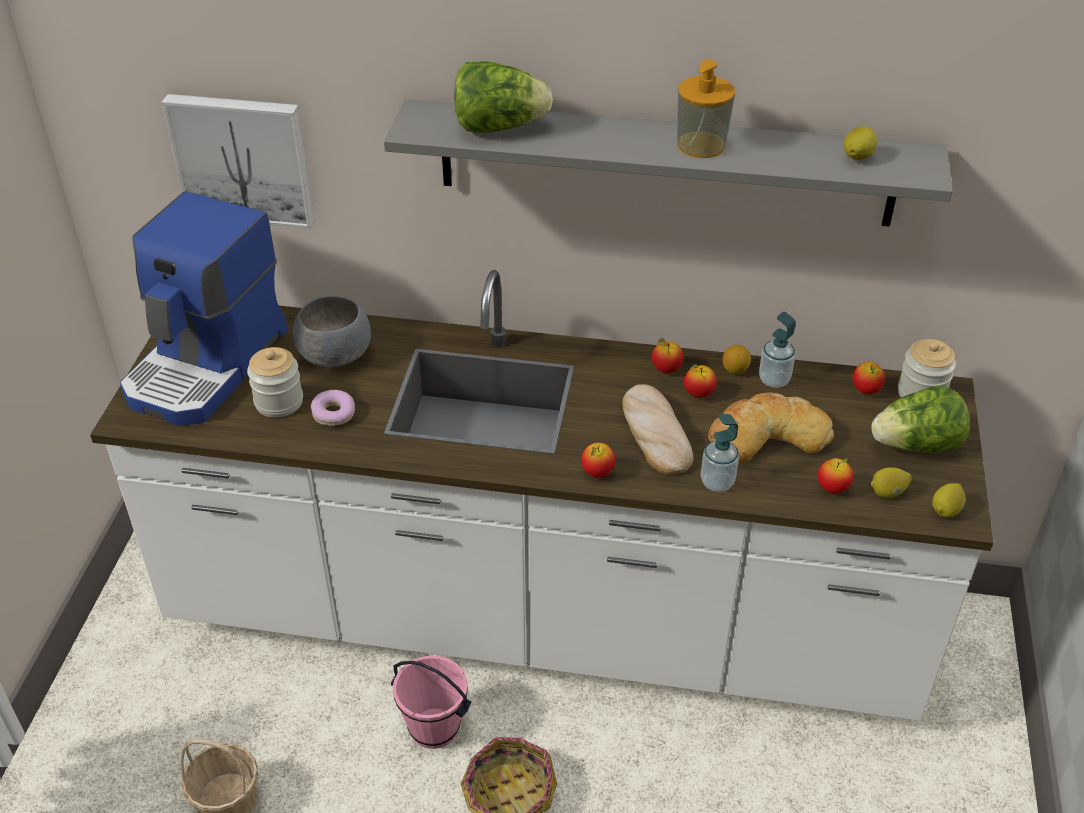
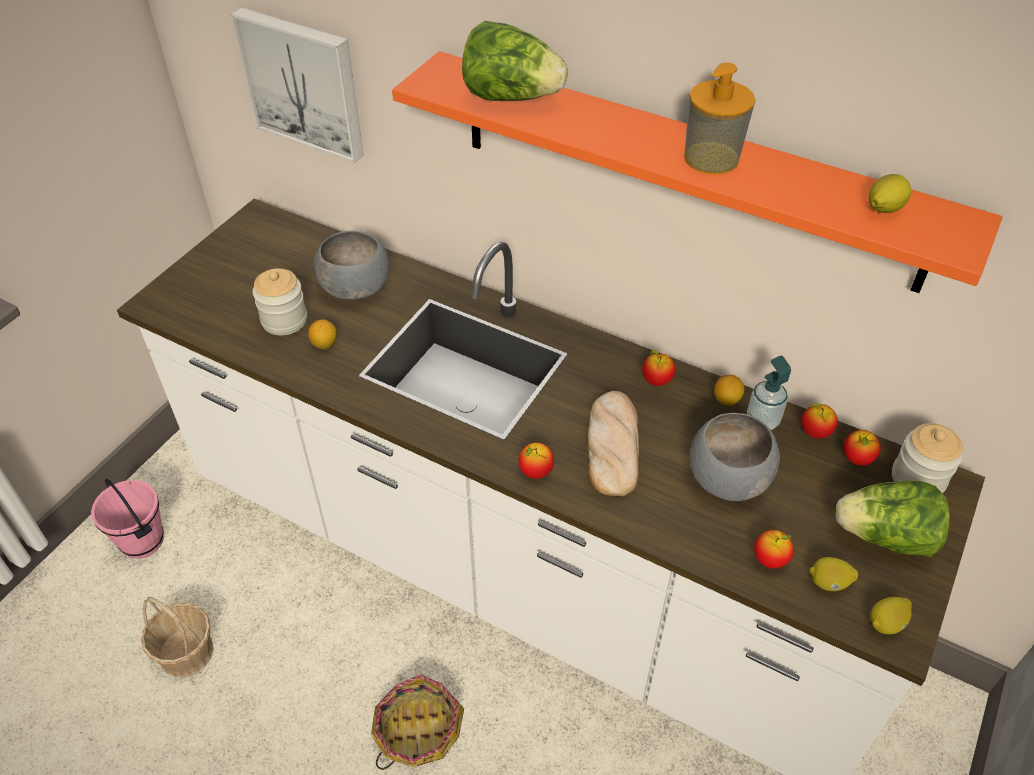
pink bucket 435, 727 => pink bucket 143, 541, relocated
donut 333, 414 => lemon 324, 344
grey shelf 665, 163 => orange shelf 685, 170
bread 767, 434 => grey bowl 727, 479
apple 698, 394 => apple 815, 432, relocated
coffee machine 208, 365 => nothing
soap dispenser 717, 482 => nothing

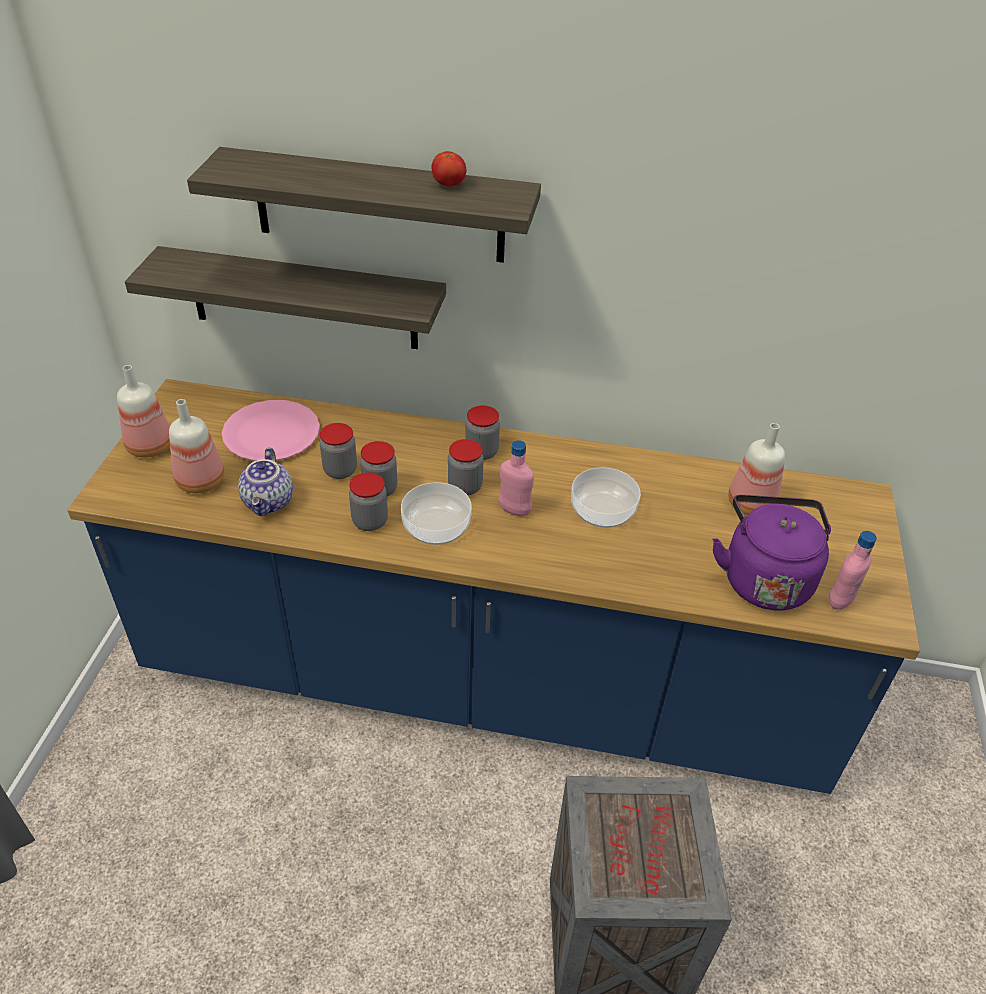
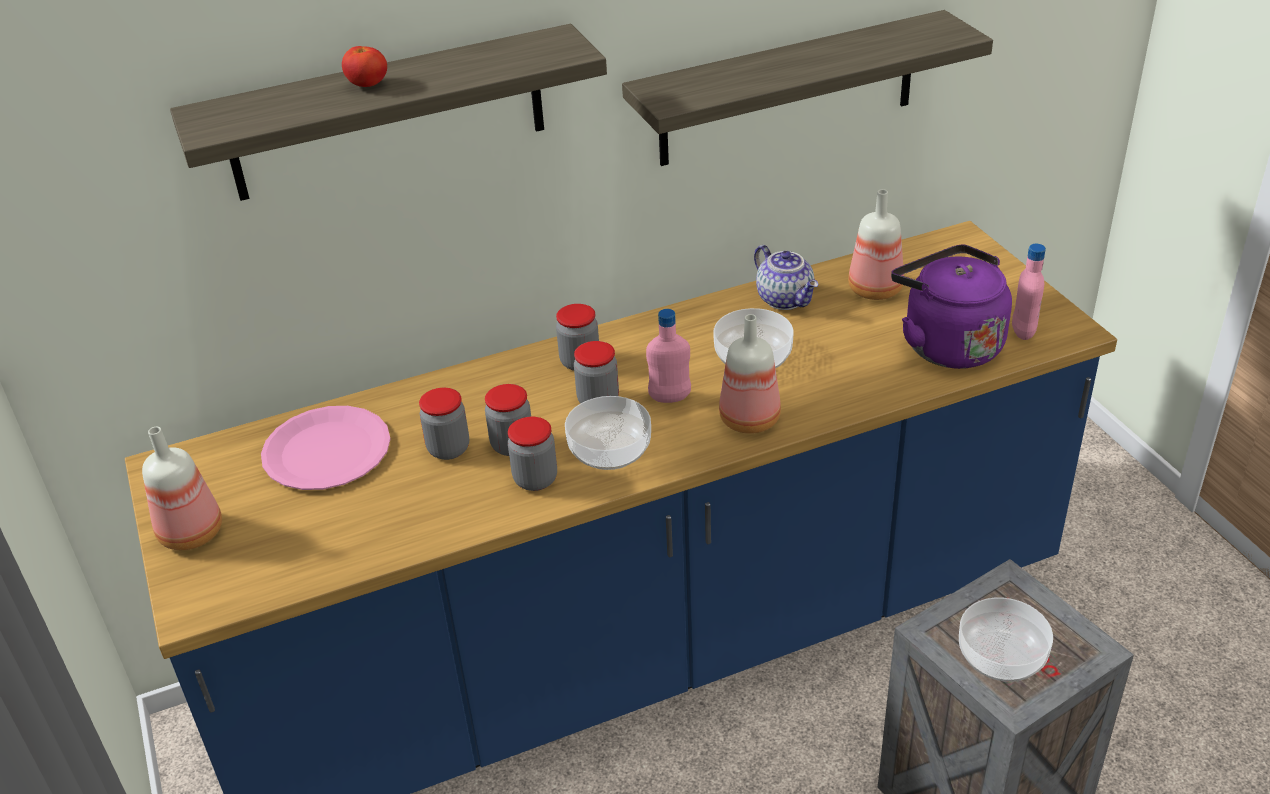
tomato 448, 185 => tomato 368, 85, relocated
shelf 303, 299 => shelf 788, 89, relocated
bottle 201, 480 => bottle 748, 419, relocated
teapot 269, 502 => teapot 786, 299, relocated
nothing => bowl 1001, 655

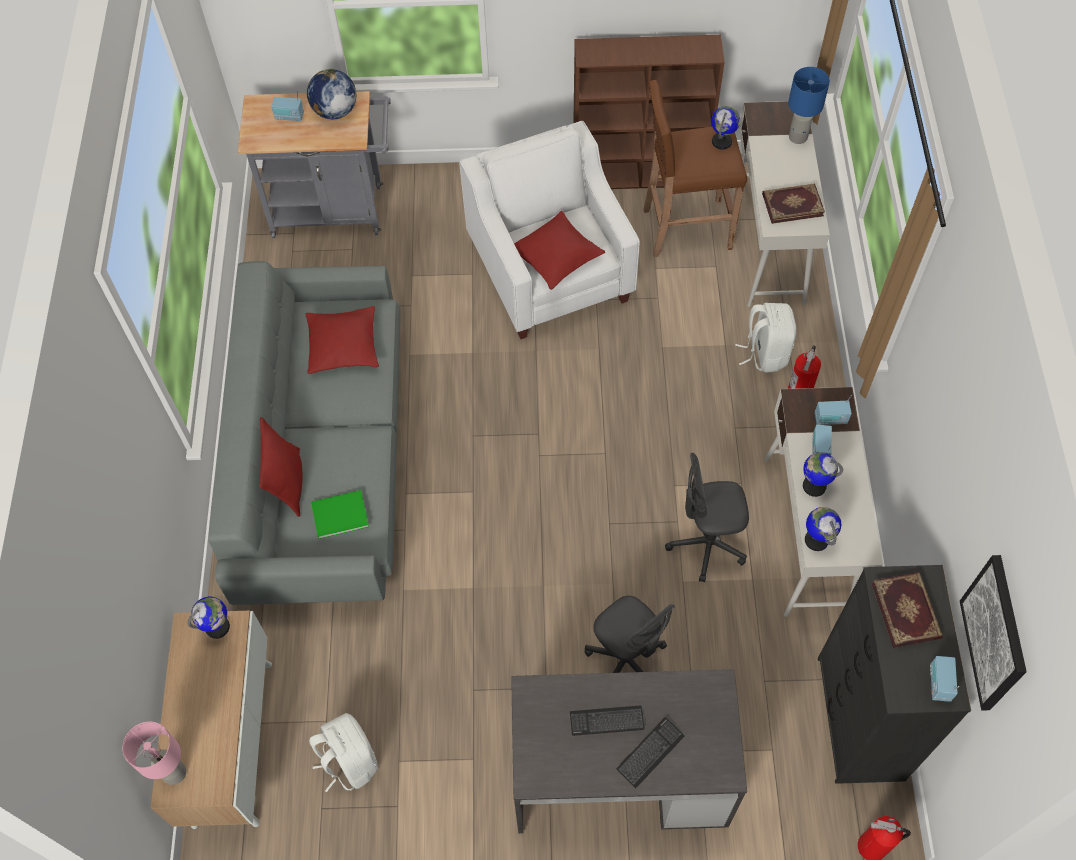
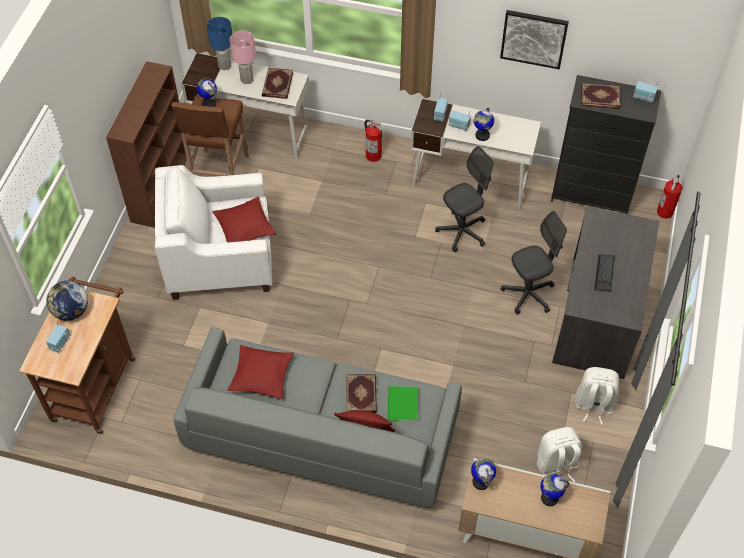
grey cart 335, 210 => brown cart 95, 384
pink table lamp 174, 773 => pink table lamp 247, 79, relocated
nothing => book 361, 394
grey office chair 706, 545 => grey office chair 462, 232, 135 degrees counterclockwise
picture 995, 634 => picture 534, 38, relocated
globe 816, 539 => globe 549, 498, relocated
white backpack 765, 353 => white backpack 593, 404, relocated
keyboard 650, 753 => nothing

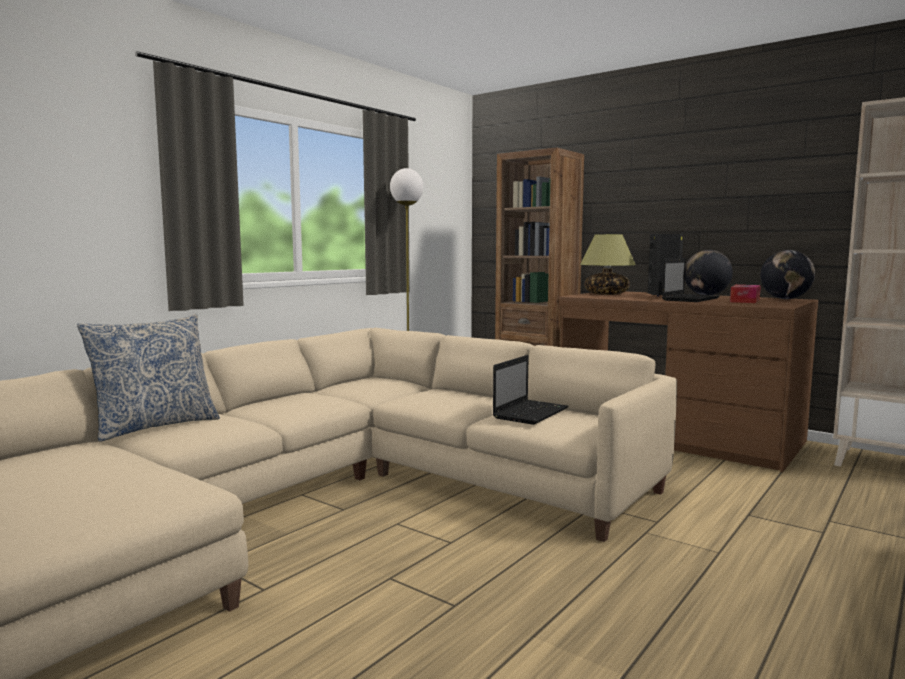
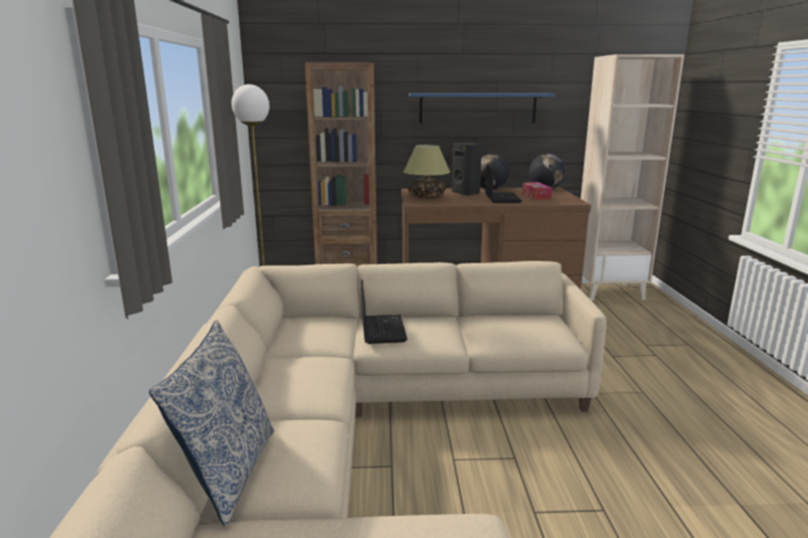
laptop 531, 413 => laptop 382, 329, relocated
nothing => blue shelf 477, 108

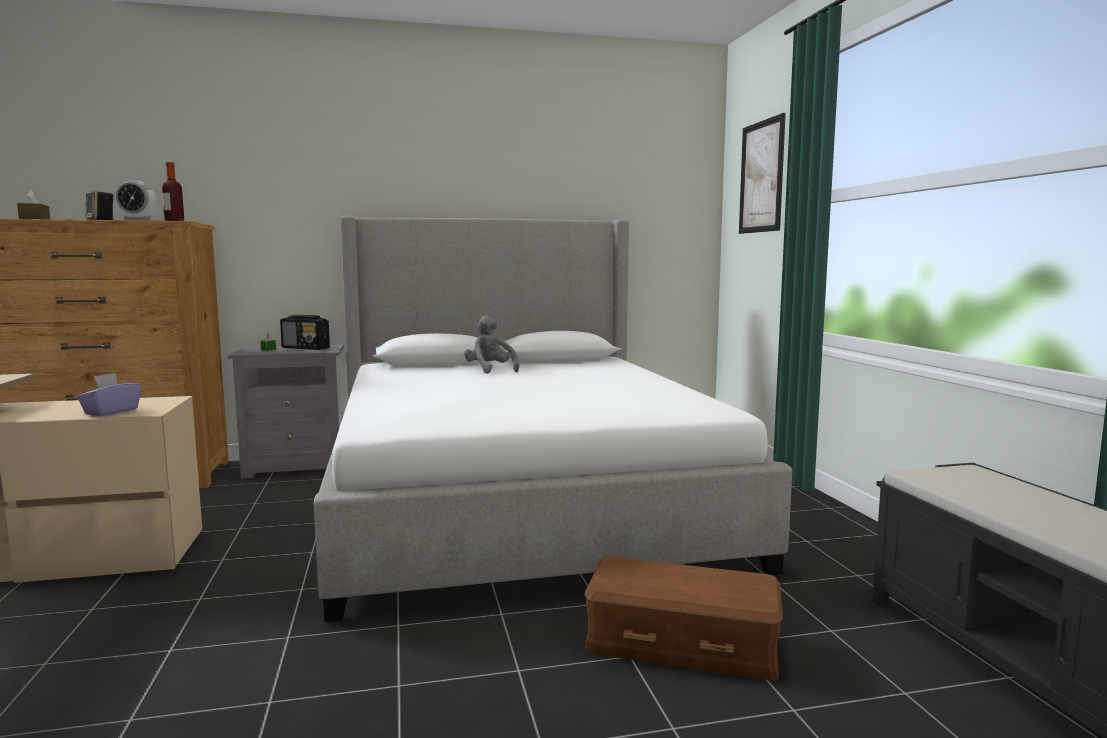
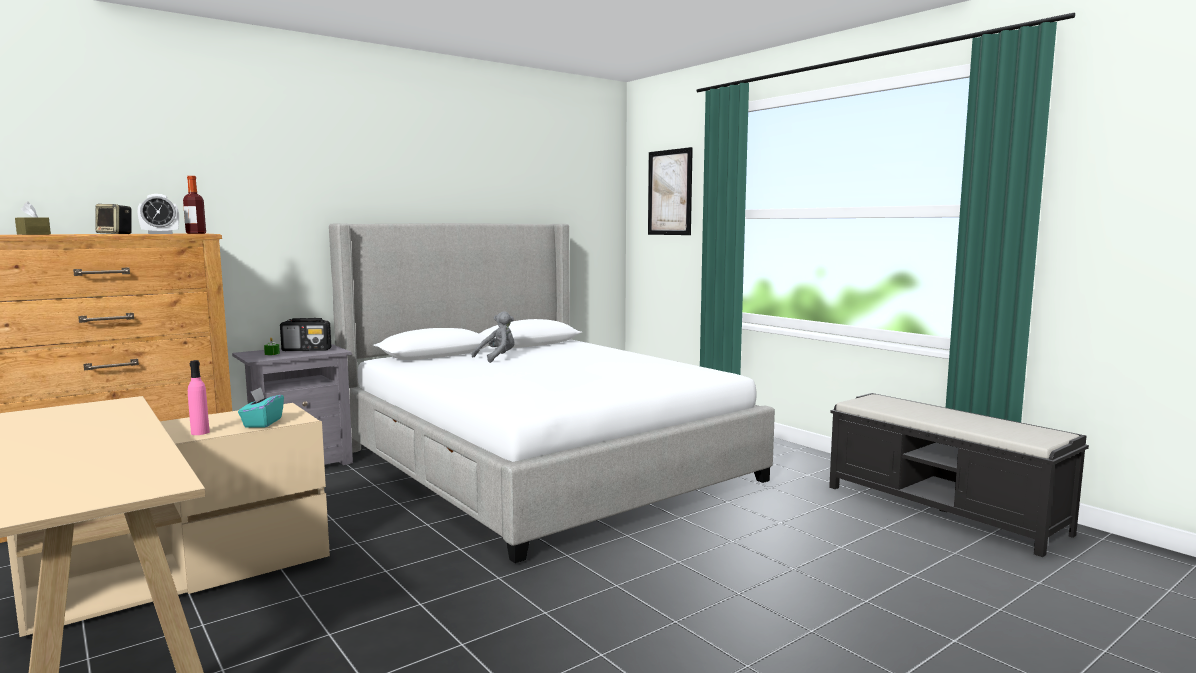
nothing => pink bottle 200, 432
purple tissue box 111, 412 => turquoise tissue box 262, 423
grey plush toy 490, 370 => grey plush toy 497, 358, 105 degrees clockwise
brown storage box 681, 643 => nothing

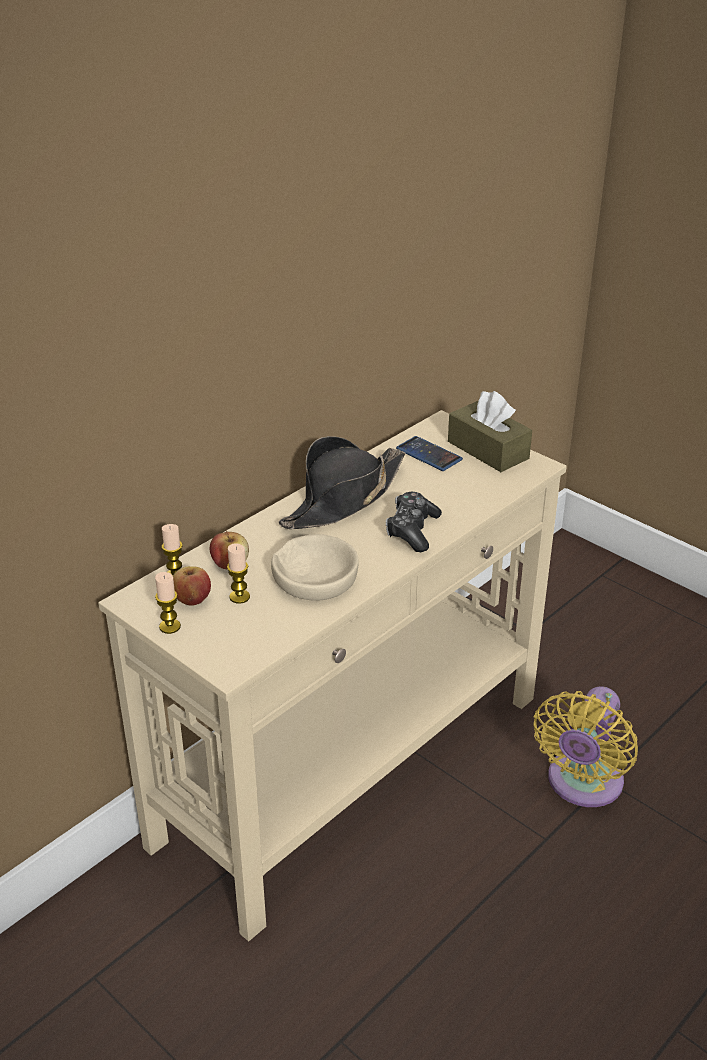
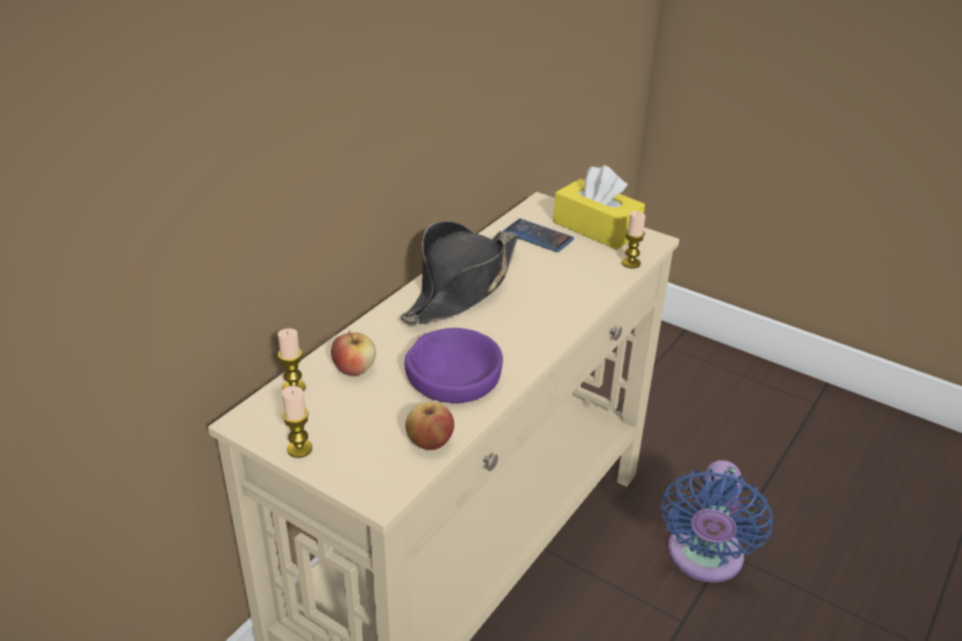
beige bowl 315, 577 => purple bowl 453, 376
apple 192, 599 => apple 430, 442, relocated
brown tissue box 488, 450 => yellow tissue box 596, 228
candle 239, 597 => candle 631, 263, relocated
yellow fan 582, 785 => blue fan 703, 559
game controller 412, 530 => nothing

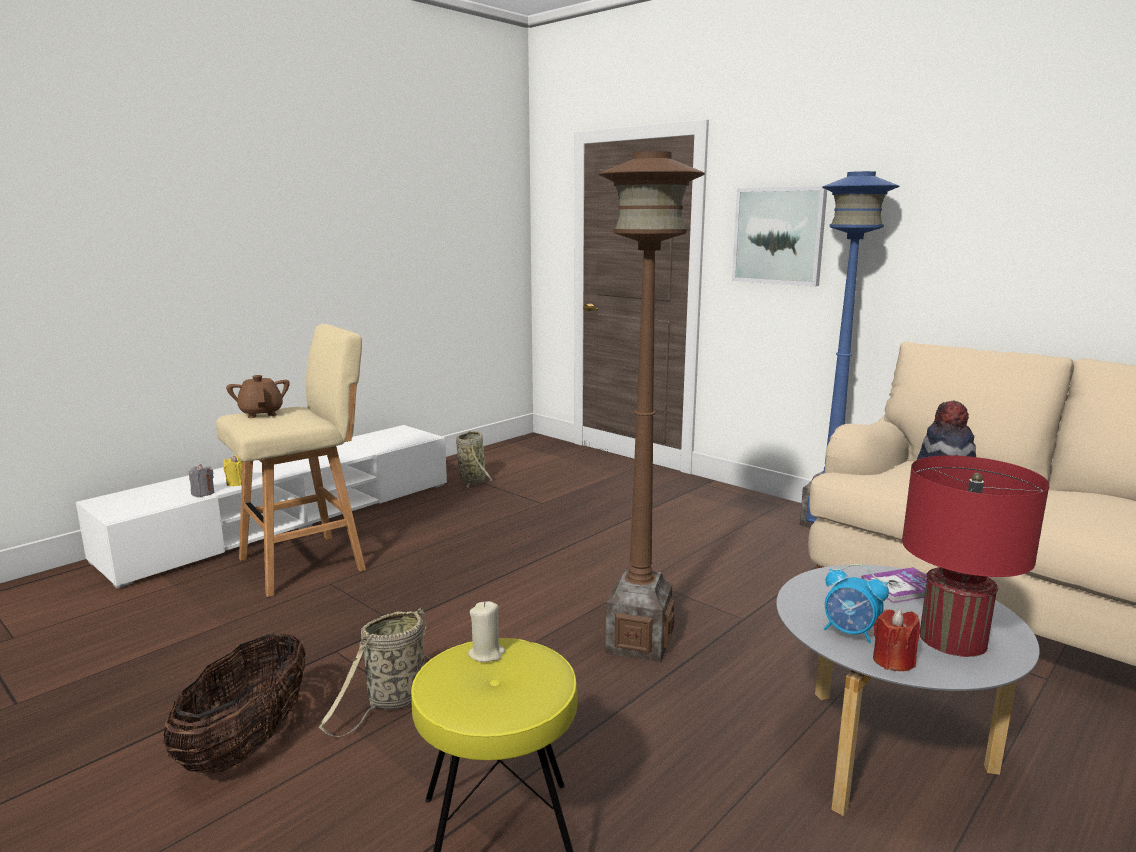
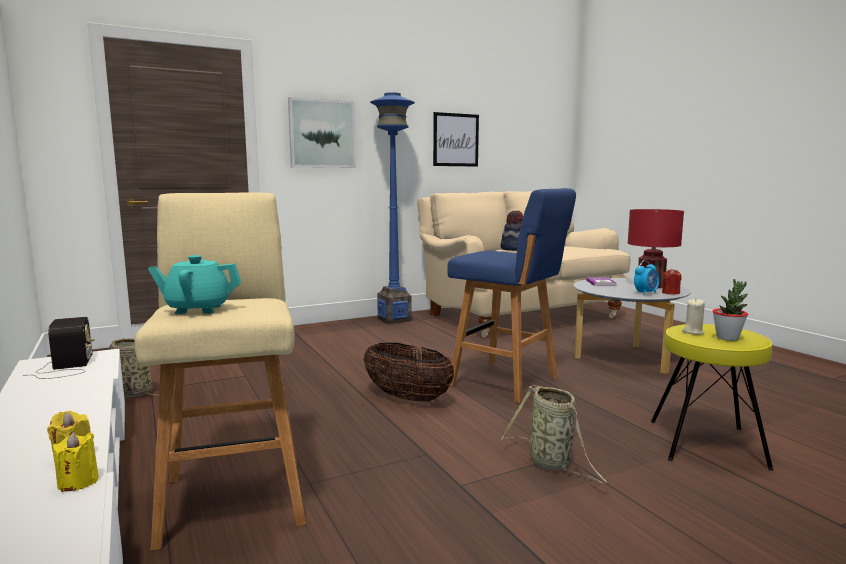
nothing => radio 66, 367
grey candle 203, 493 => yellow candle 78, 482
brown teapot 261, 413 => turquoise teapot 198, 309
basket 247, 743 => basket 407, 398, relocated
nothing => picture 455, 140
brown floor lamp 638, 643 => blue stool 507, 382
nothing => potted plant 727, 338

